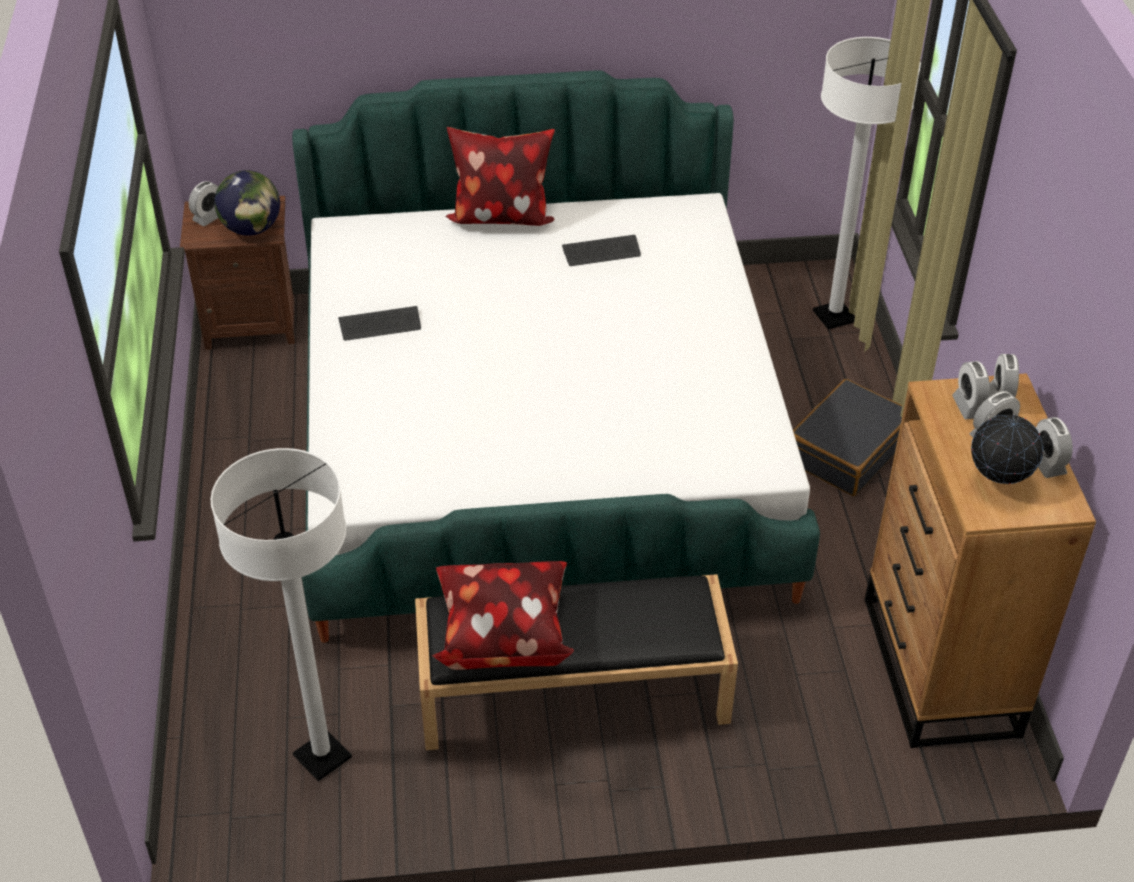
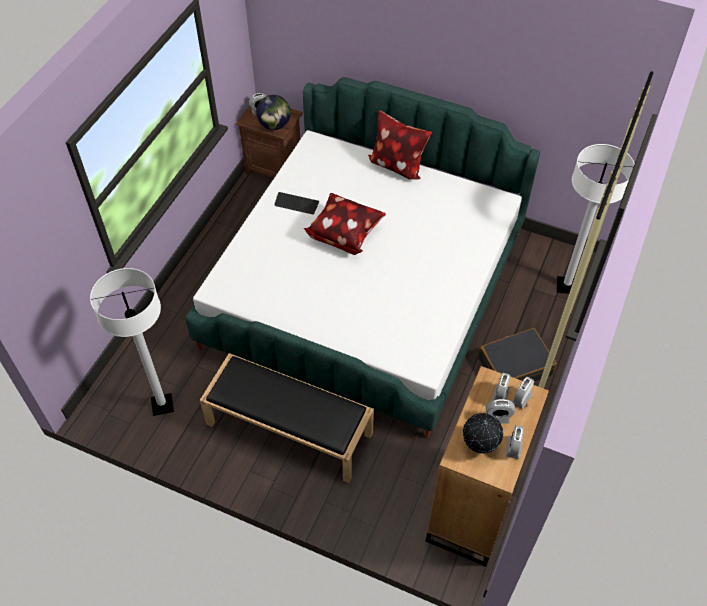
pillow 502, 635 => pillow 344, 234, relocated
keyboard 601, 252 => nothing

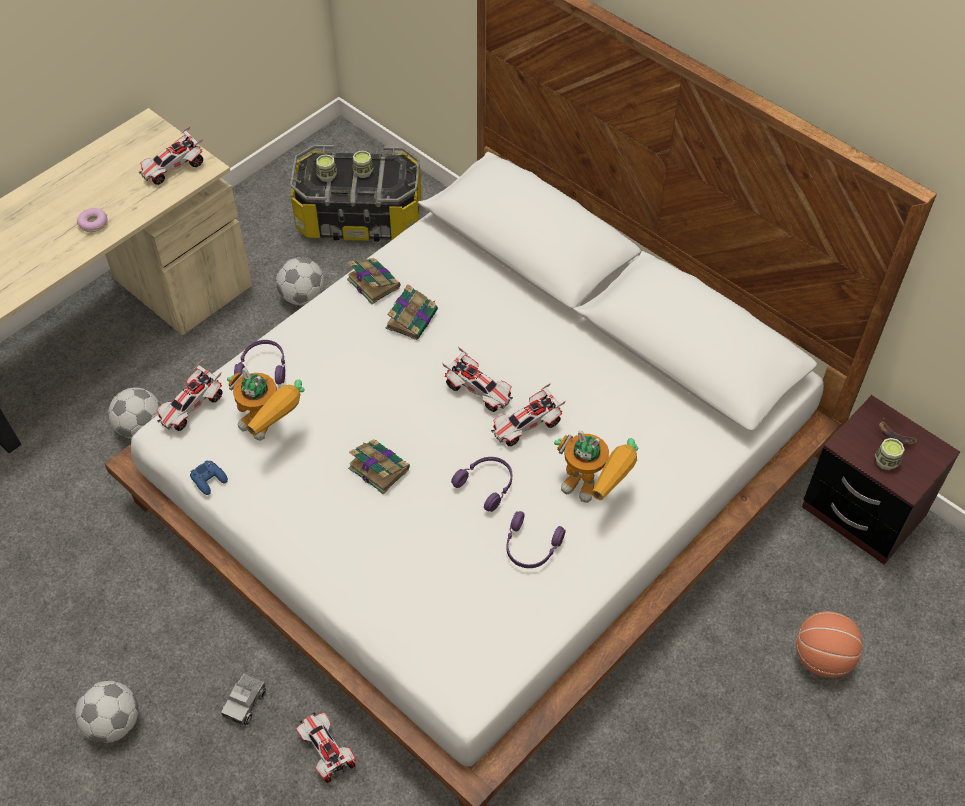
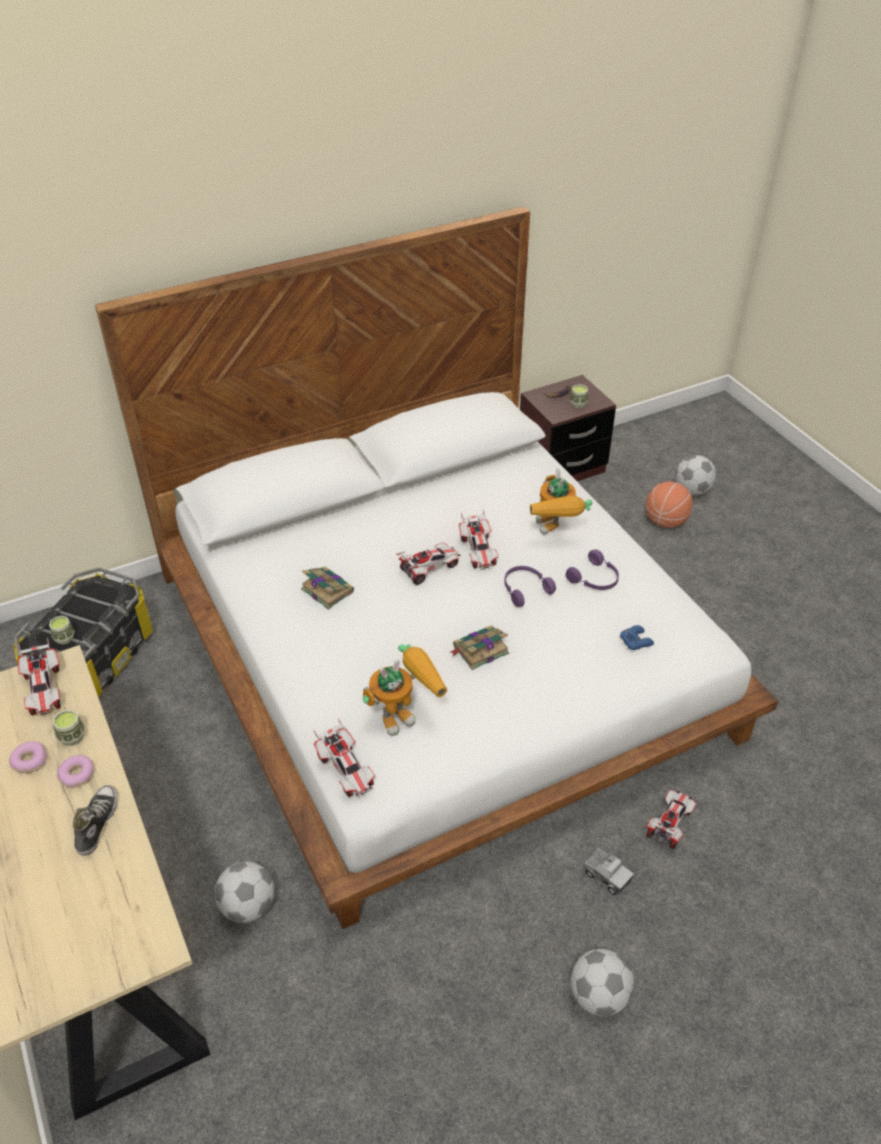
nothing => donut 29, 761
cup 363, 172 => cup 72, 737, relocated
nothing => shoe 97, 823
toy robot 594, 490 => toy robot 555, 532, 120 degrees clockwise
blue game controller 209, 479 => blue game controller 636, 640, relocated
toy car 326, 751 => toy car 669, 824, 135 degrees clockwise
football 302, 297 => football 692, 490, relocated
purple headphones 263, 367 => nothing
book 373, 282 => nothing

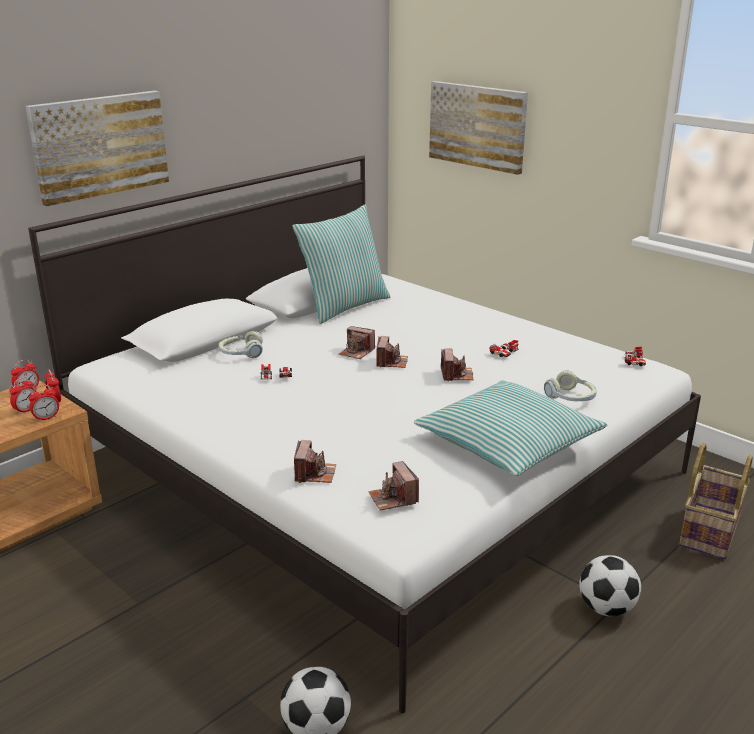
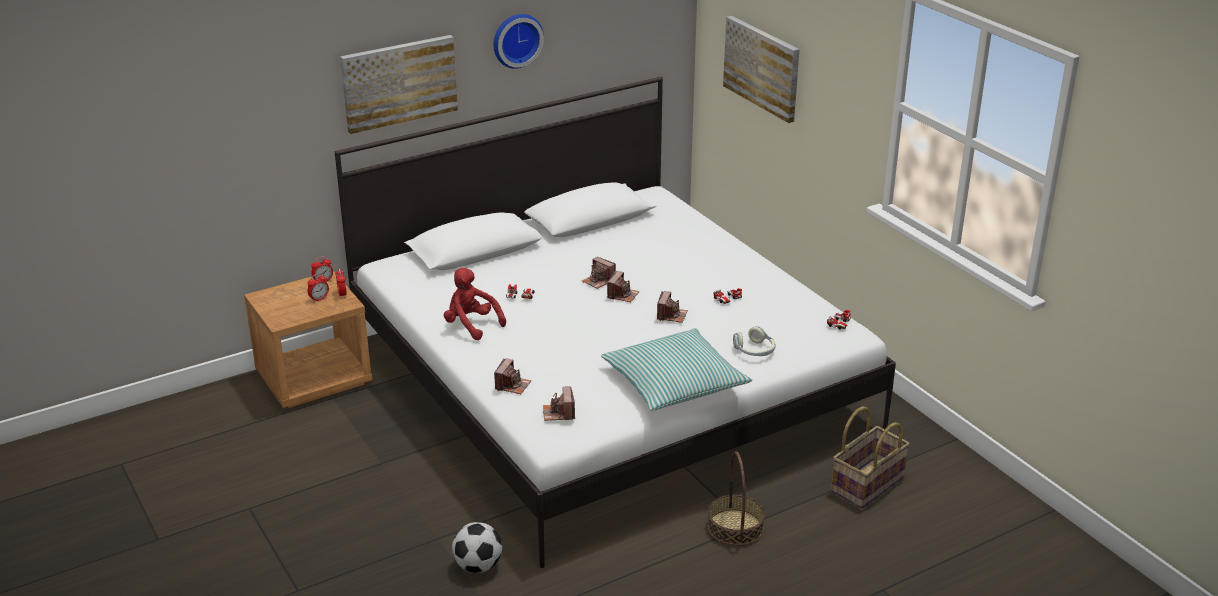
nothing => red plush toy 471, 325
nothing => wall clock 516, 39
football 606, 608 => basket 735, 527
alarm clock 46, 418 => nothing
headphones 241, 353 => nothing
pillow 344, 306 => nothing

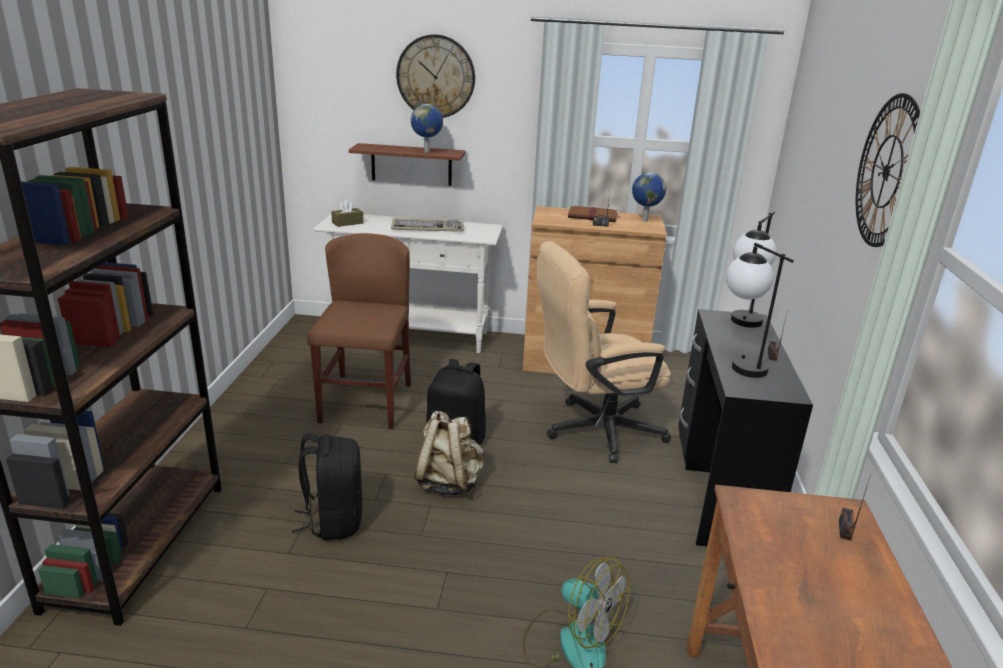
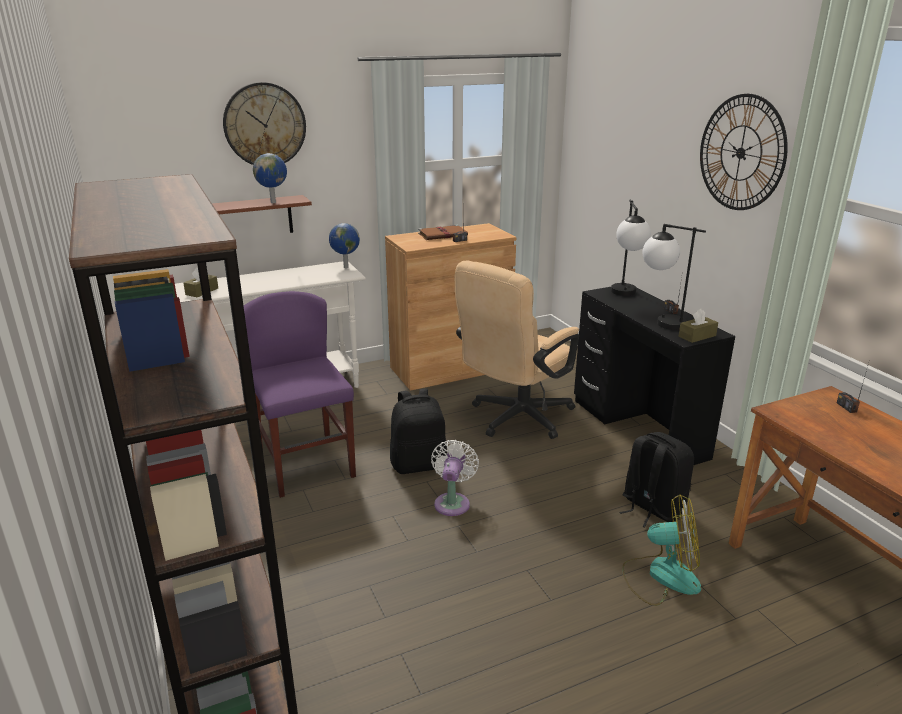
brown chair 366, 403 => purple chair 305, 464
globe 644, 220 => globe 345, 267, relocated
beige backpack 449, 483 => white fan 453, 502
black backpack 333, 520 => black backpack 651, 508, relocated
nothing => brown tissue box 697, 336
keyboard 428, 228 => nothing

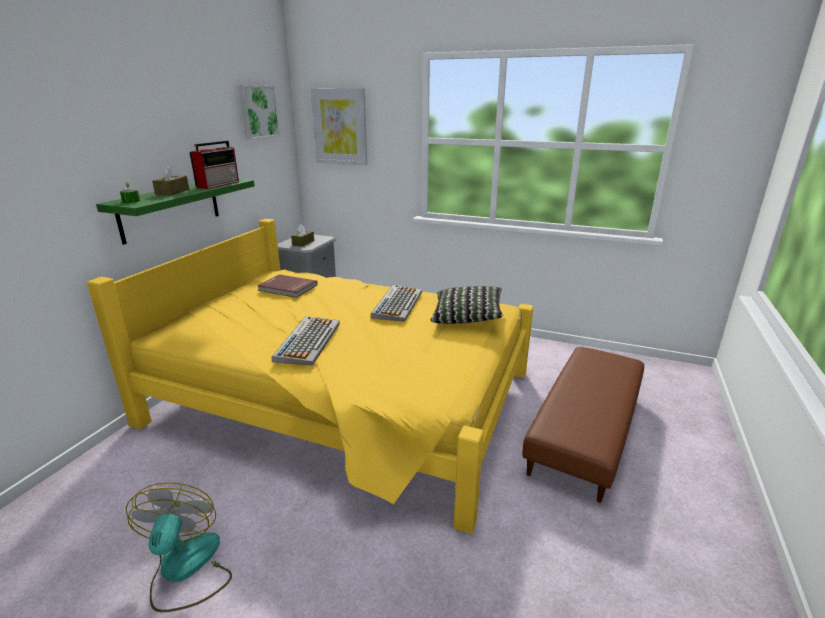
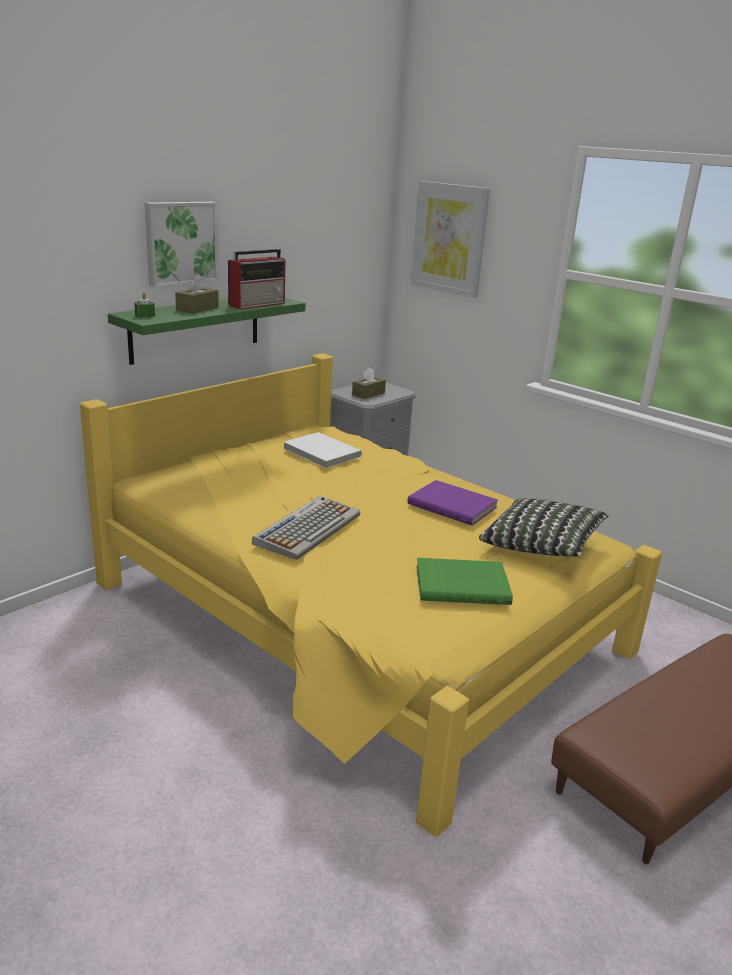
picture 258, 112 => picture 180, 243, relocated
red book 287, 288 => white book 321, 453
keyboard 397, 304 => purple book 453, 505
nothing => green book 461, 584
fan 185, 570 => nothing

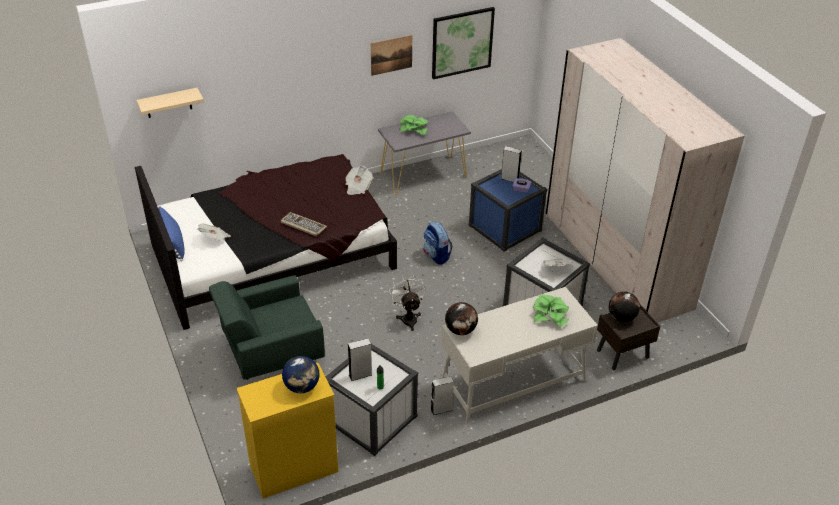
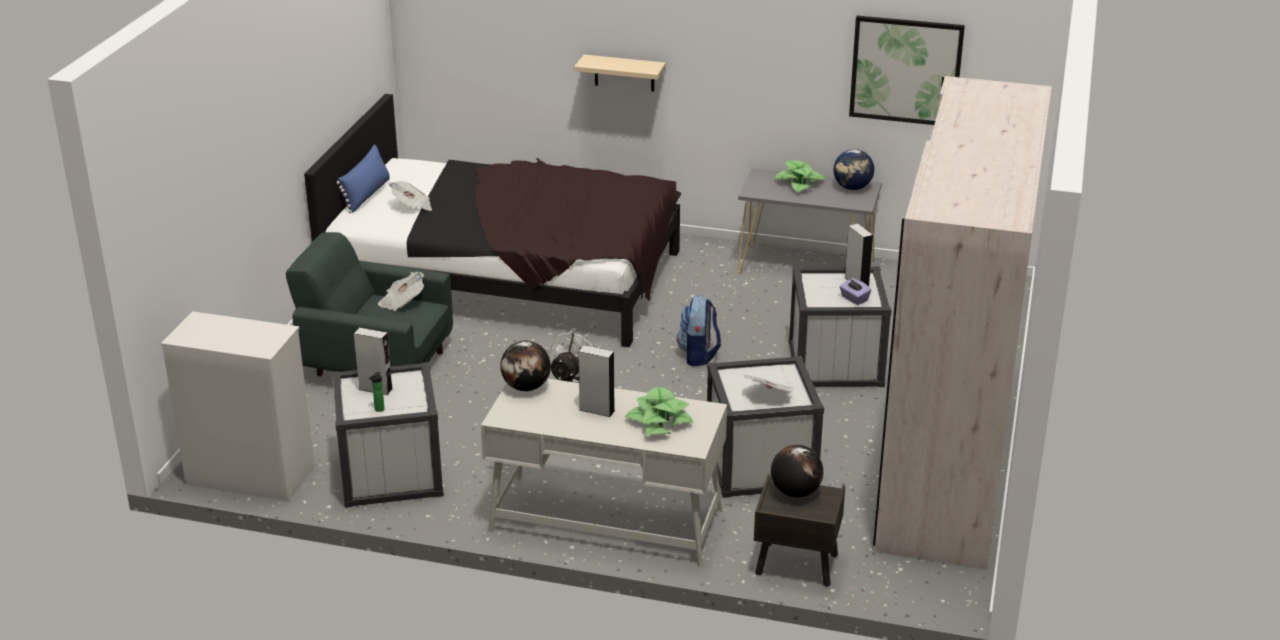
yellow dresser 293, 469 => white dresser 249, 475
newspaper 357, 187 => newspaper 402, 302, relocated
beige shelf 168, 103 => beige shelf 624, 73, relocated
grey speaker 441, 409 => grey speaker 597, 410, relocated
blue storage box 505, 228 => white storage box 836, 363
globe 302, 387 => globe 852, 188, relocated
keyboard 302, 225 => nothing
picture 391, 55 => nothing

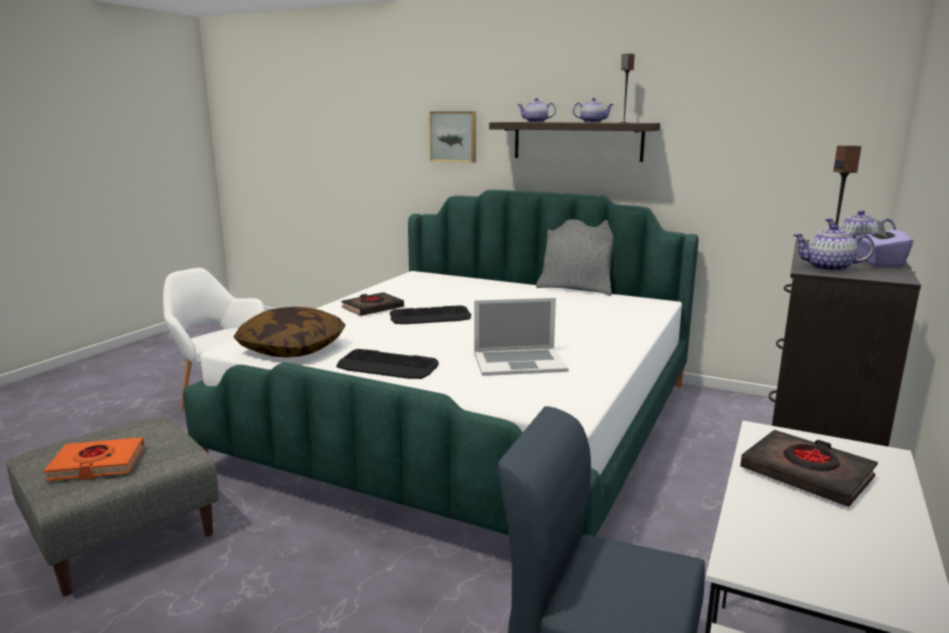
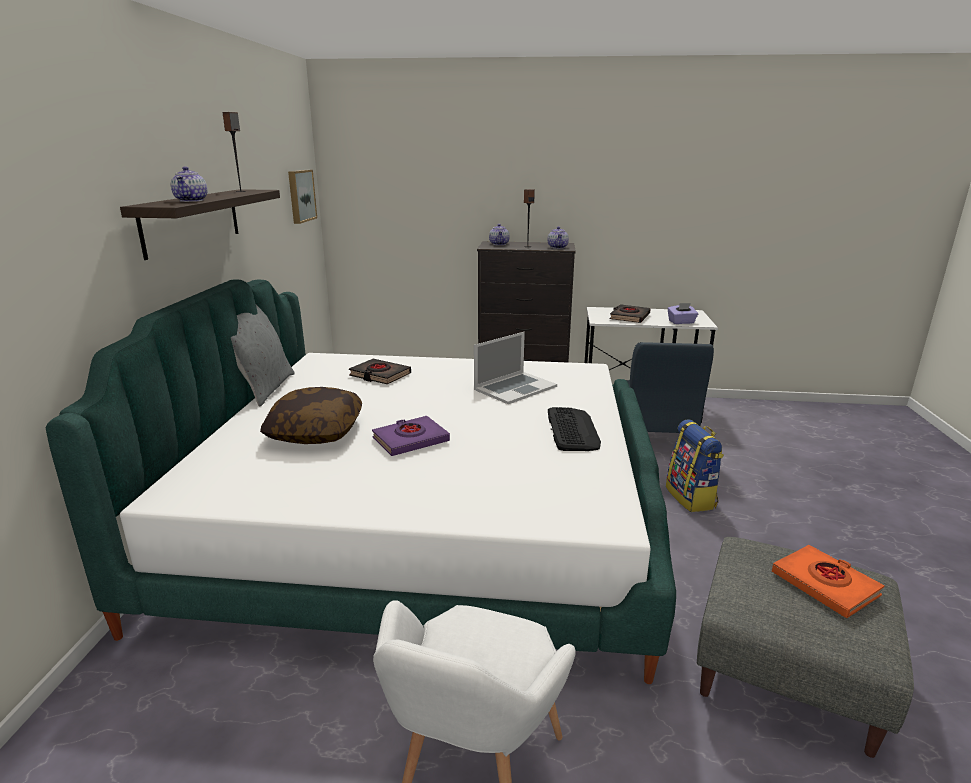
pillow 292, 348 => pillow 315, 431, relocated
picture 454, 136 => picture 300, 196, relocated
black book 372, 308 => black book 380, 375, relocated
keyboard 431, 317 => purple book 410, 440
laptop 519, 362 => laptop 515, 388, 75 degrees clockwise
nothing => backpack 691, 498
purple tissue box 878, 263 => purple tissue box 681, 322, relocated
teapot 592, 122 => nothing

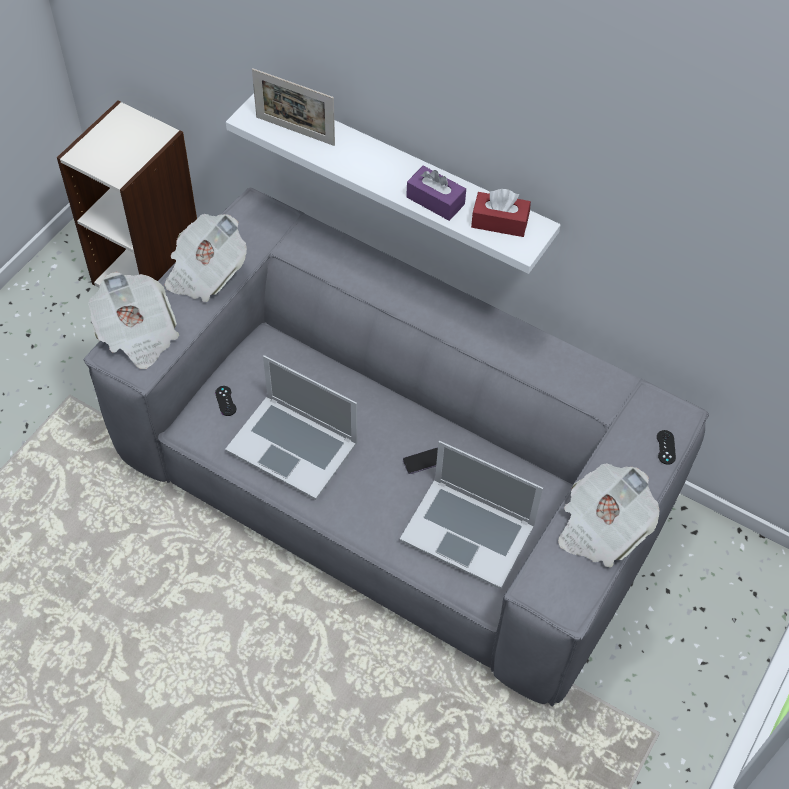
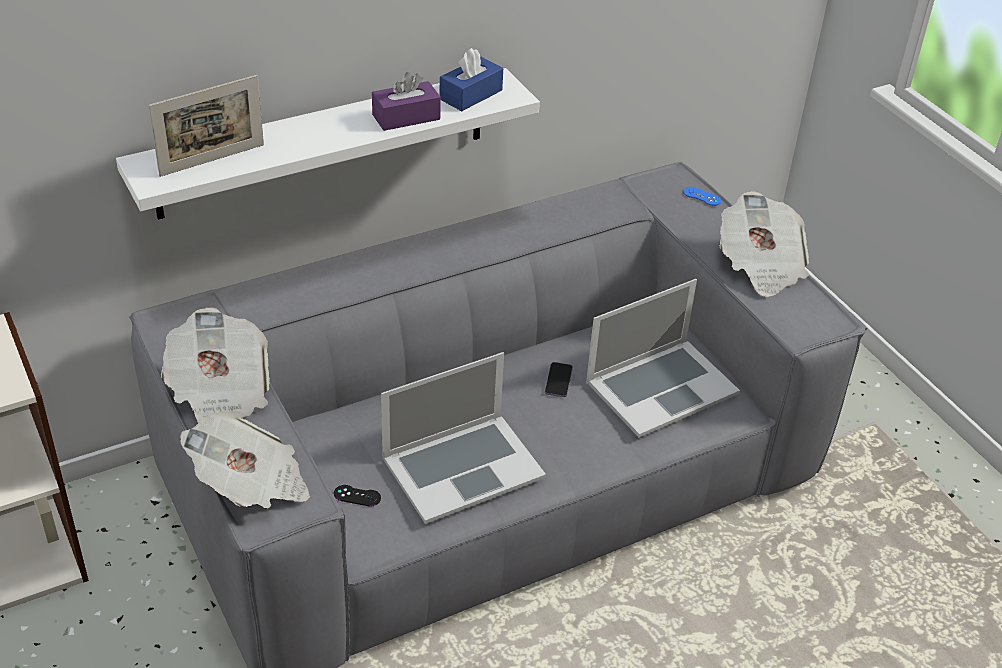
red tissue box 499, 222 => blue tissue box 471, 95
black game controller 666, 447 => blue game controller 702, 196

